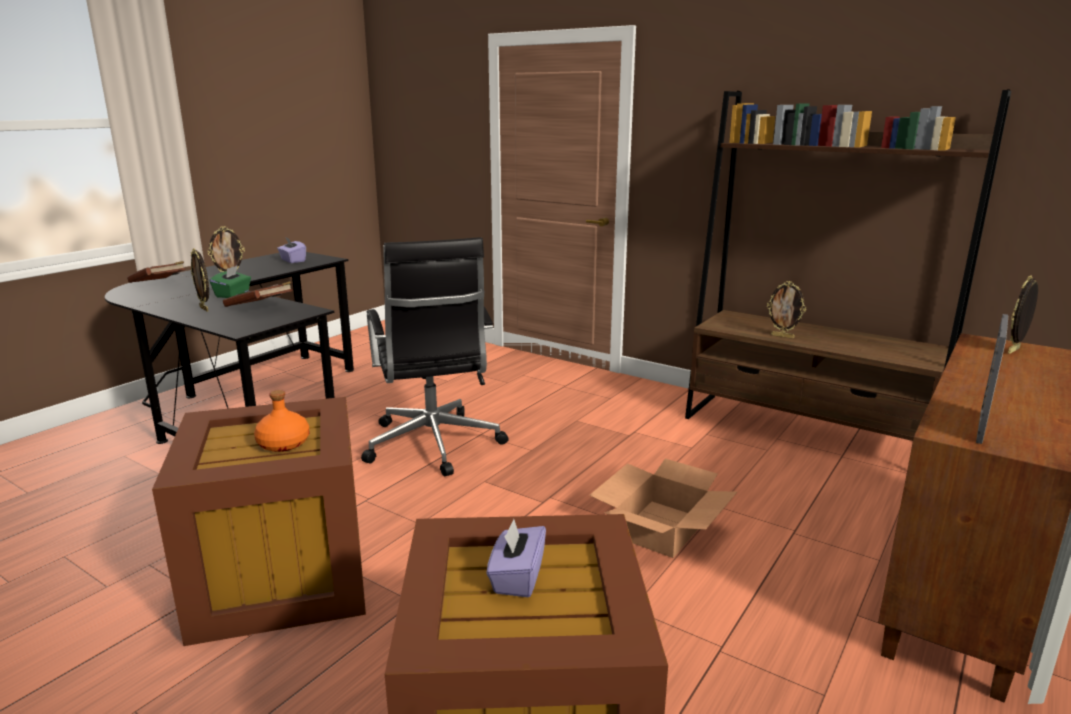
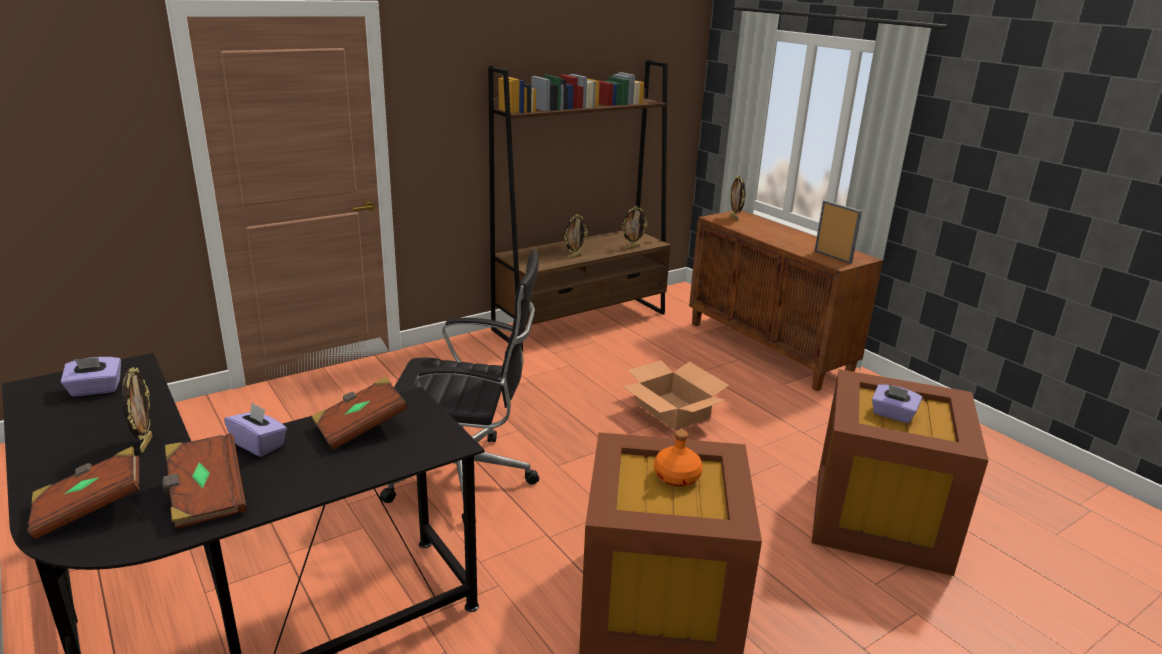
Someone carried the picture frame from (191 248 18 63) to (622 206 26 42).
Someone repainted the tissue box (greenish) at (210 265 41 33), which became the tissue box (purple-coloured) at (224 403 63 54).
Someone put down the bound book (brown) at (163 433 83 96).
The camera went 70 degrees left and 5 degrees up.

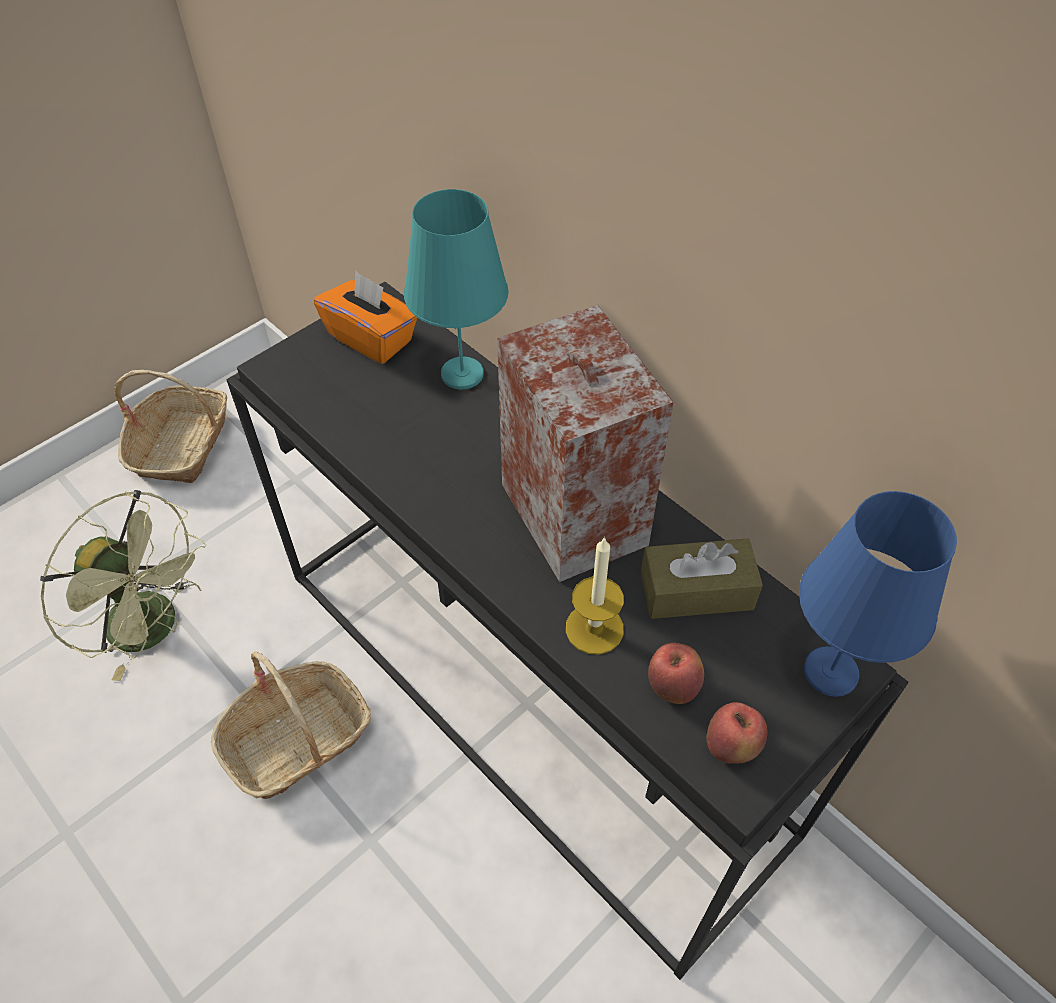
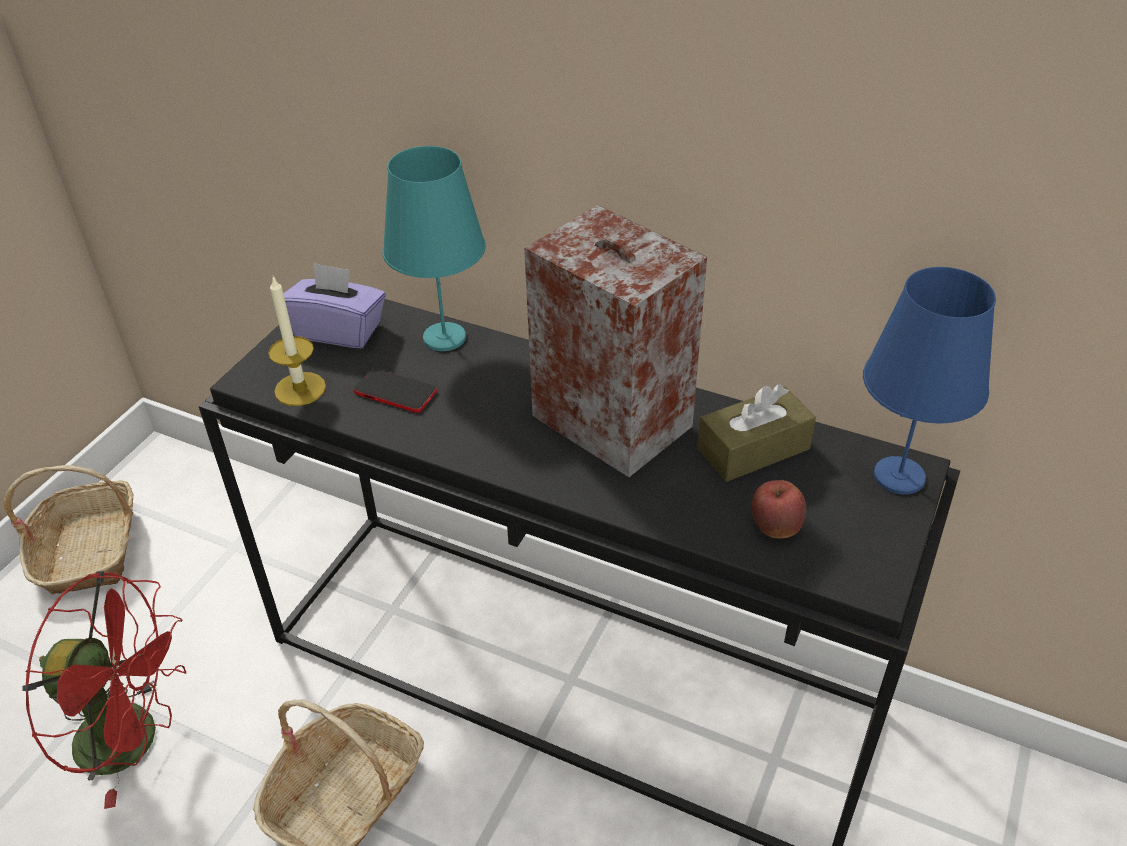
Someone repainted the fan (greenish) at (40 490 166 191), which became the fan (reddish) at (23 571 163 238).
Someone repainted the tissue box (orangey) at (314 271 104 93), which became the tissue box (purple-coloured) at (283 263 103 85).
Someone carried the wax candle from (566 537 58 117) to (268 276 58 130).
Someone took away the apple fruit at (707 702 61 62).
Someone put down the telephone at (354 368 83 45).
The camera went 20 degrees left and 10 degrees down.

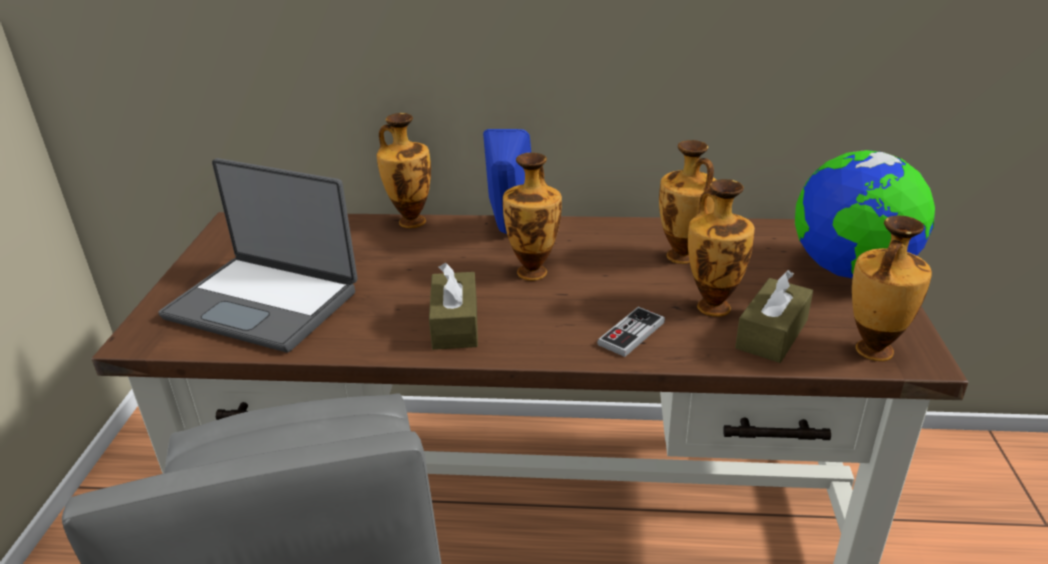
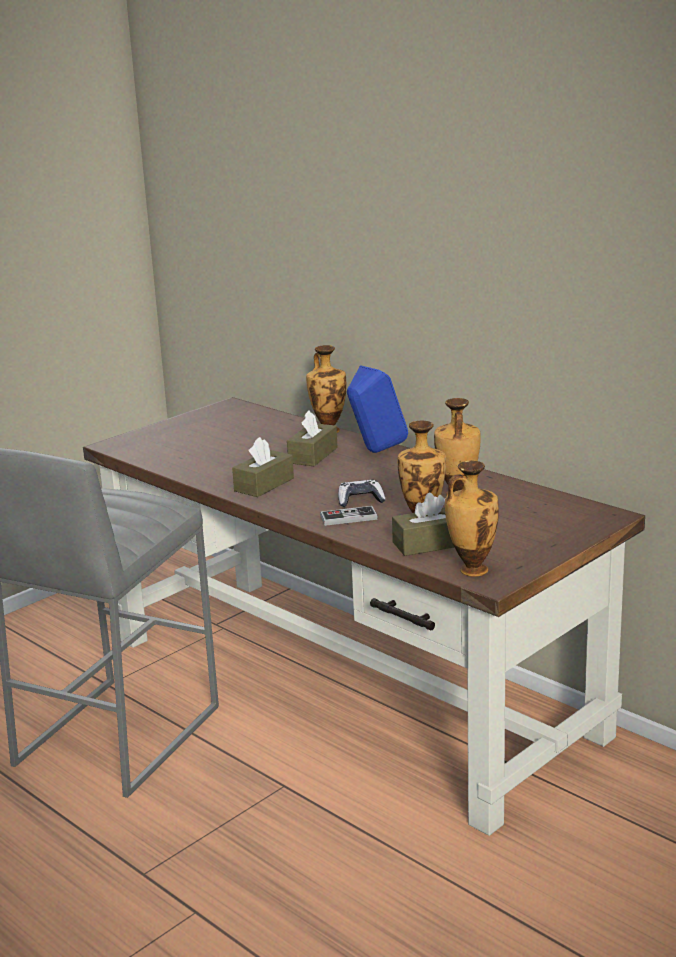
Someone took away the notebook computer at (159 158 199 194).
Someone took away the decorative vase at (503 153 59 128).
Someone took away the world globe at (795 150 140 129).
Someone put down the tissue box (brown) at (287 411 50 55).
Someone put down the joypad at (338 480 48 27).
The camera went 40 degrees right and 10 degrees down.

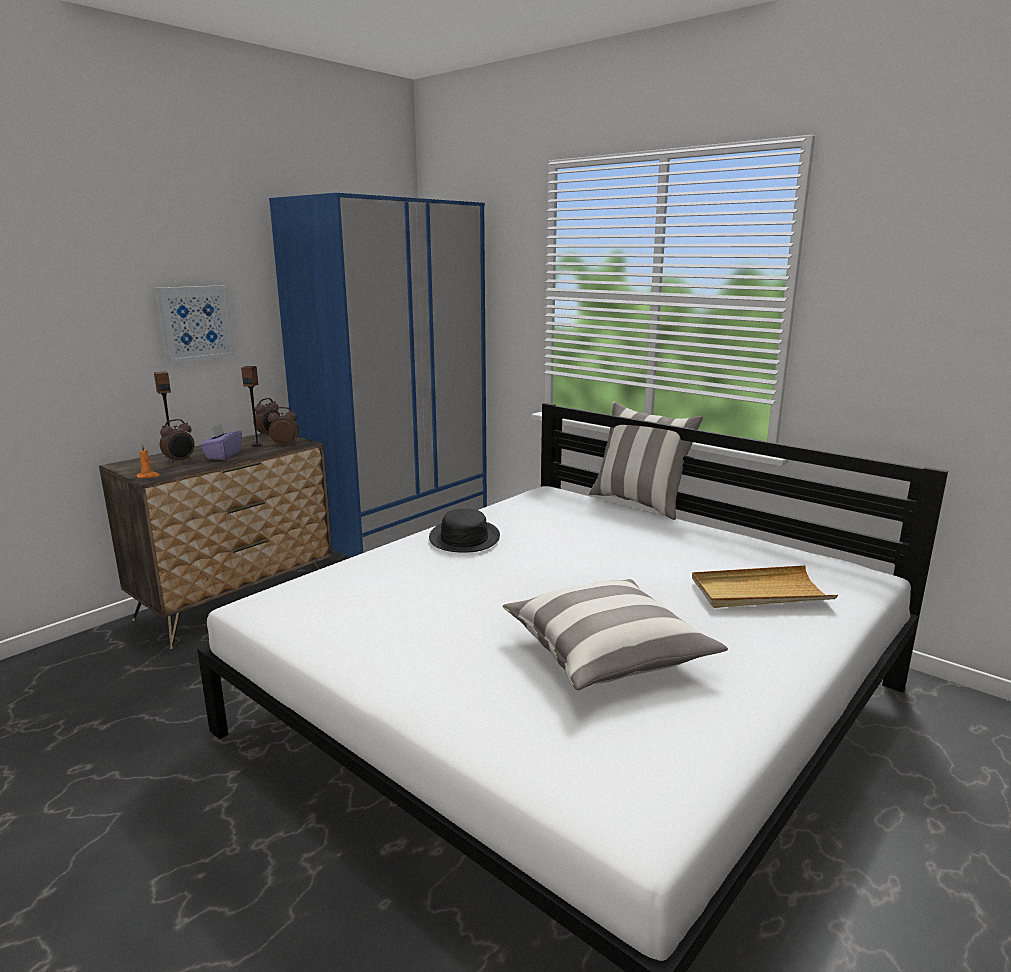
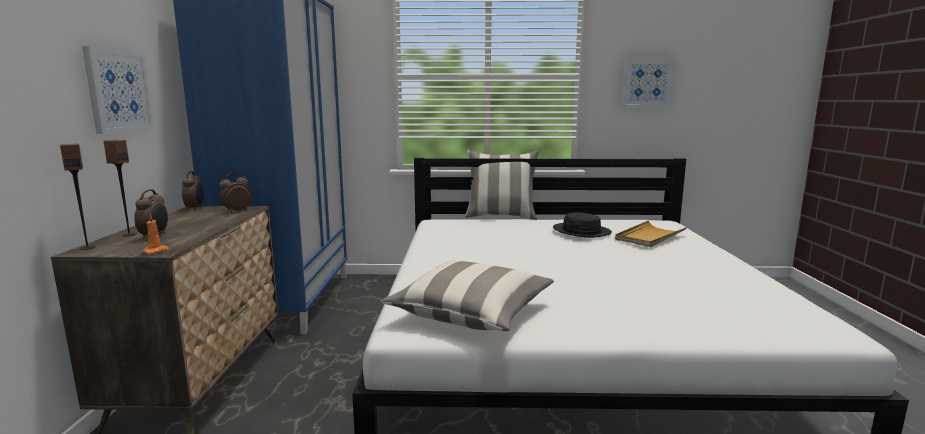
Someone took away the tissue box (purple-coloured) at (200 423 42 37).
Someone carried the audio speaker from (241 366 22 81) to (60 144 36 106).
Someone carried the hat (blackish) from (429 509 71 44) to (553 212 59 26).
Someone carried the cushion from (503 579 225 111) to (381 261 173 70).
Someone put up the picture at (621 57 55 51).
The camera went 40 degrees left and 5 degrees down.

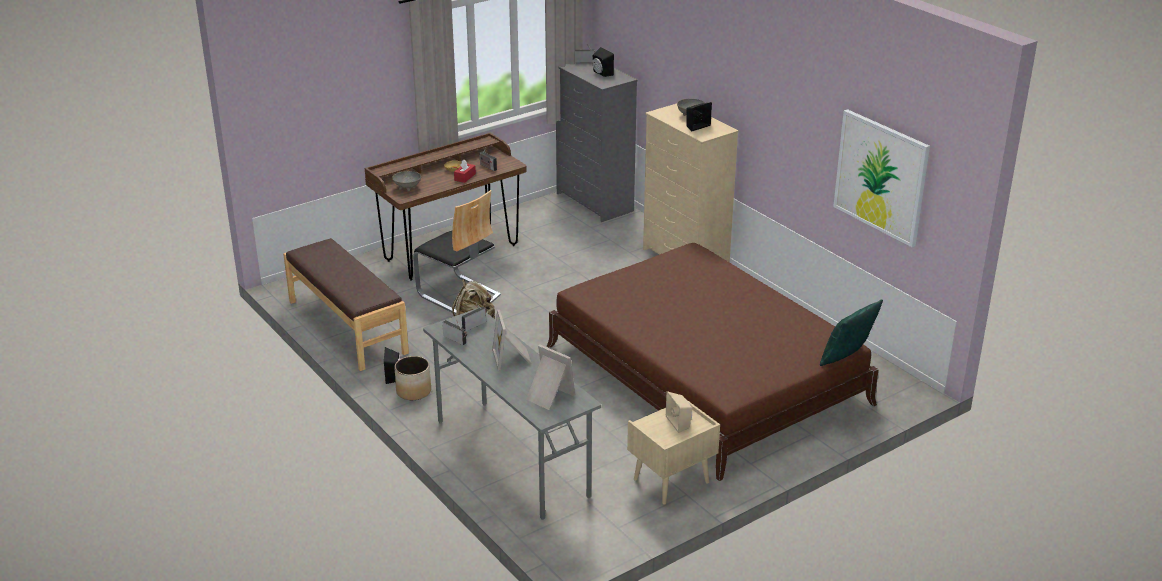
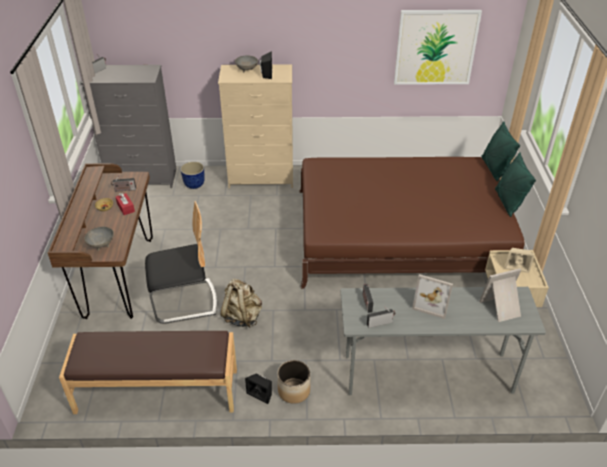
Someone took away the audio speaker (blackish) at (592 47 22 30).
Someone put down the planter at (180 161 25 28).
Someone put down the cushion (greenish) at (495 152 41 65).
The camera went 55 degrees left and 10 degrees up.

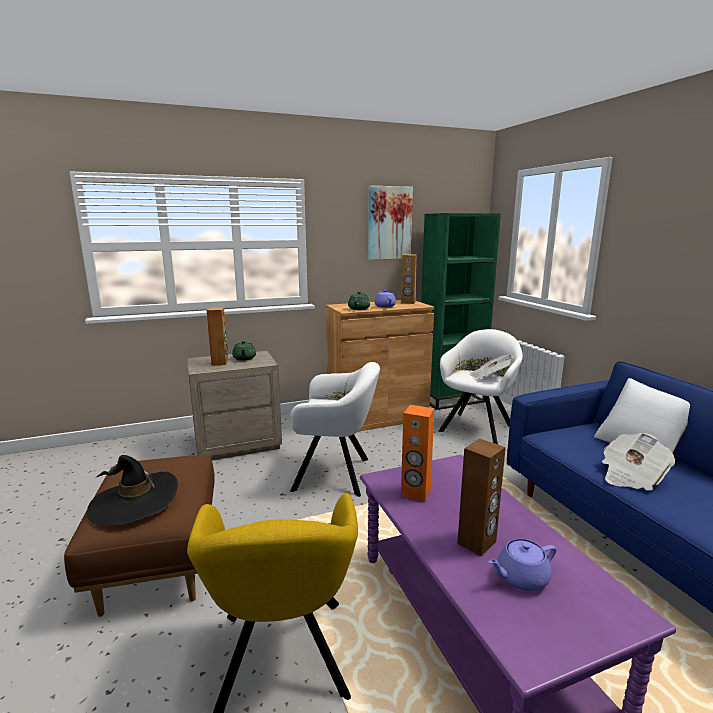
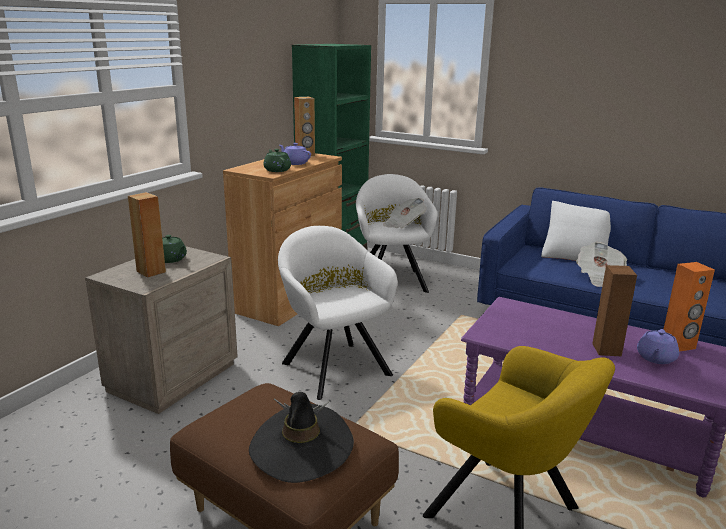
Someone rotated the armchair (white) at (290 362 90 135) by 90 degrees counterclockwise.
Someone took away the picture at (368 185 45 75).
Someone carried the audio speaker (orangey) from (401 405 33 97) to (664 262 51 90).
The camera went 40 degrees left and 5 degrees up.

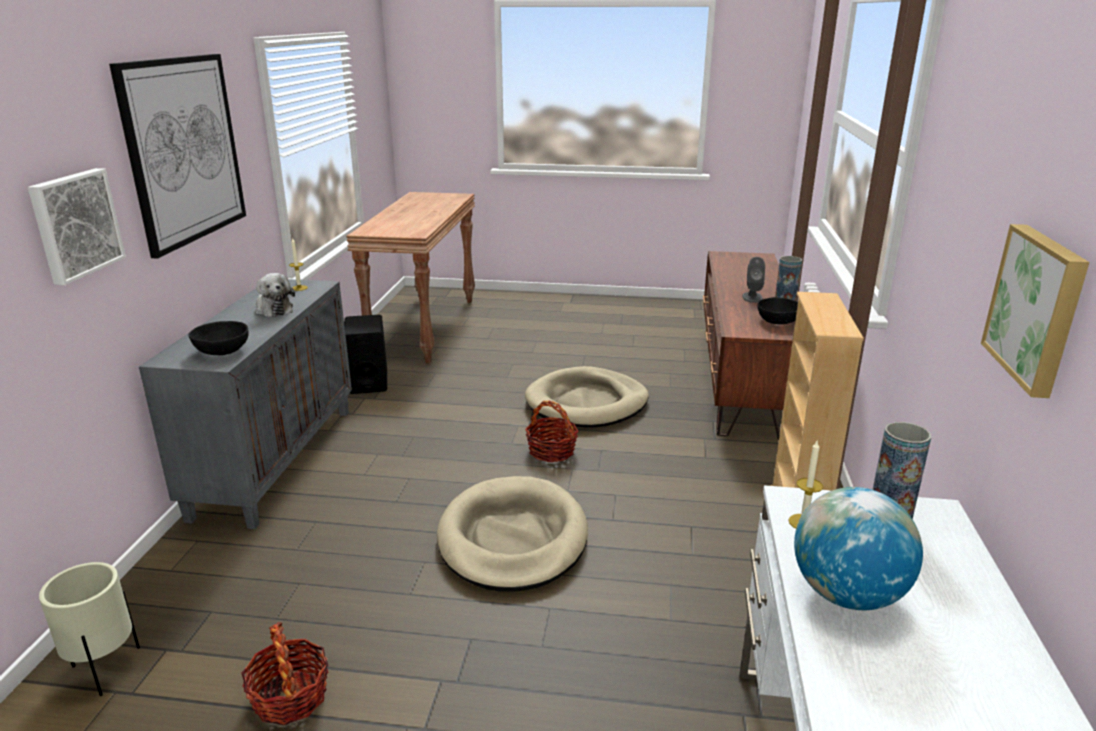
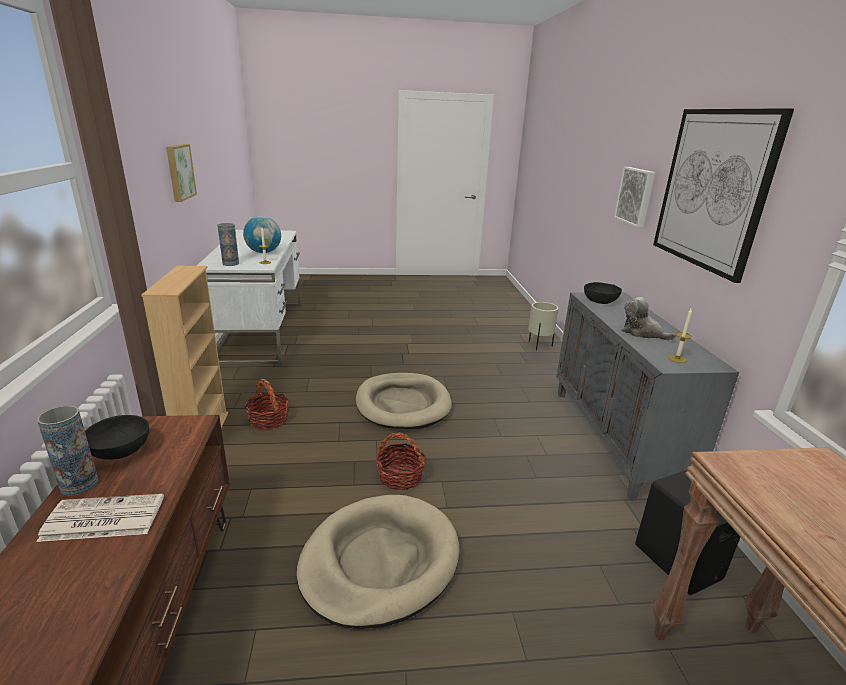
Someone carried the household basket from (242 622 86 103) to (244 379 45 51).
Someone swapped the audio speaker (grey) at (742 257 23 46) for the newspaper at (37 494 127 48).
The camera went 165 degrees right and 0 degrees up.

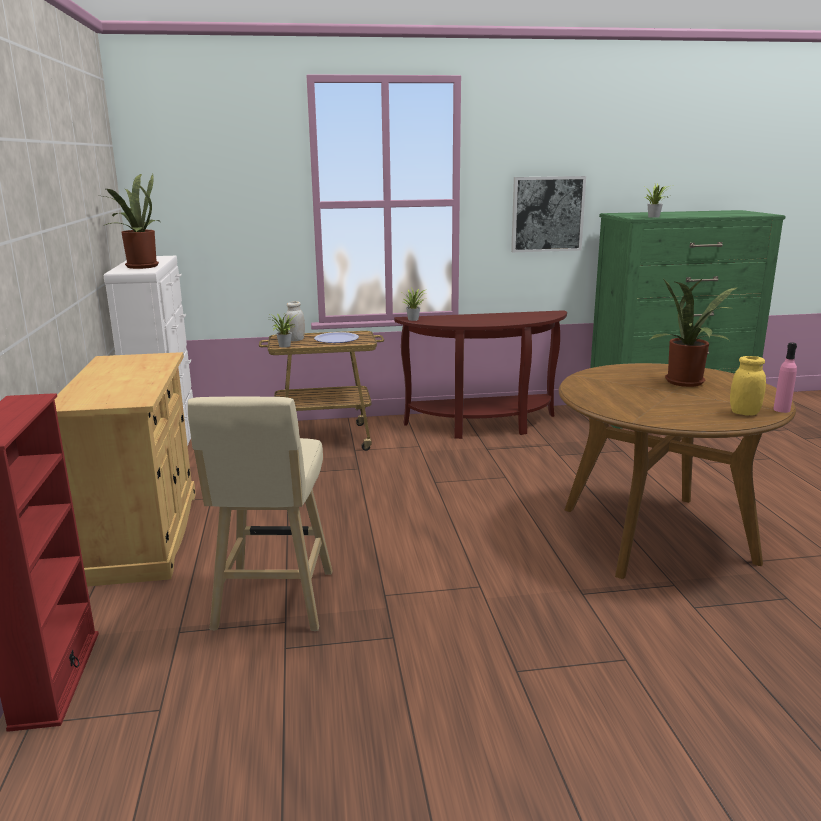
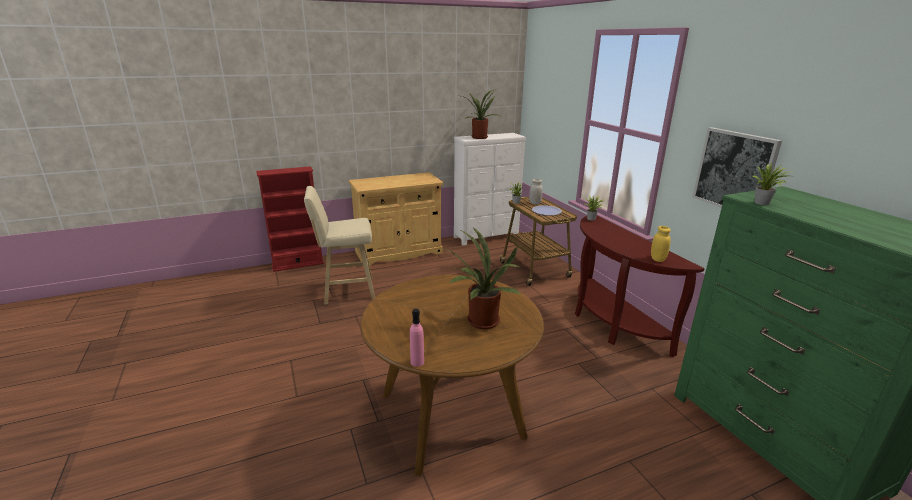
Someone carried the preserve jar (yellowish) from (730 356 36 60) to (651 226 20 36).
The camera went 75 degrees right and 5 degrees up.

